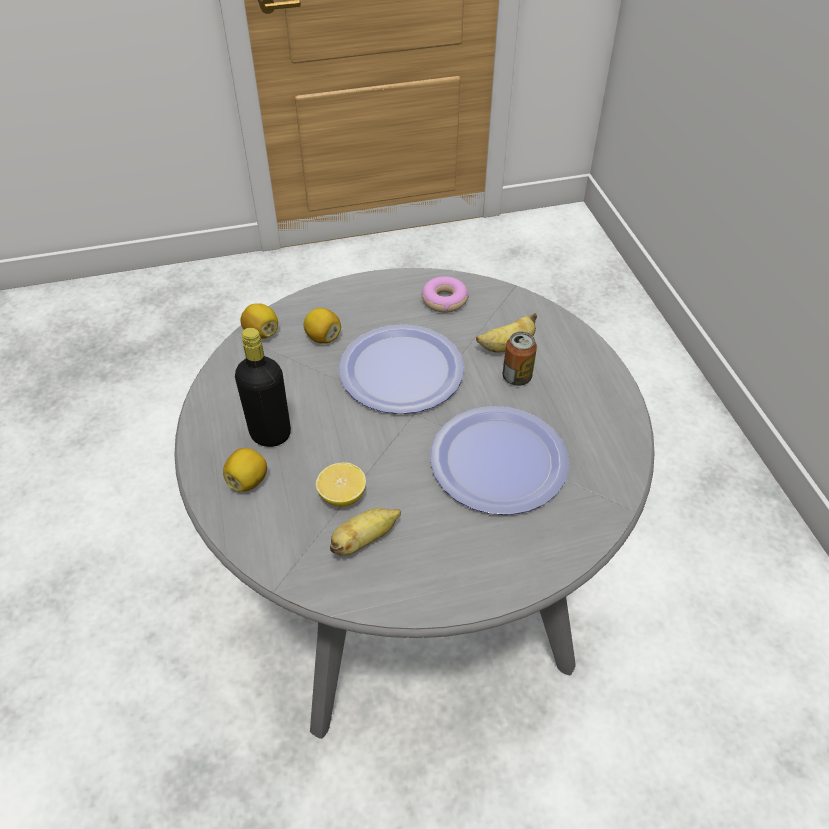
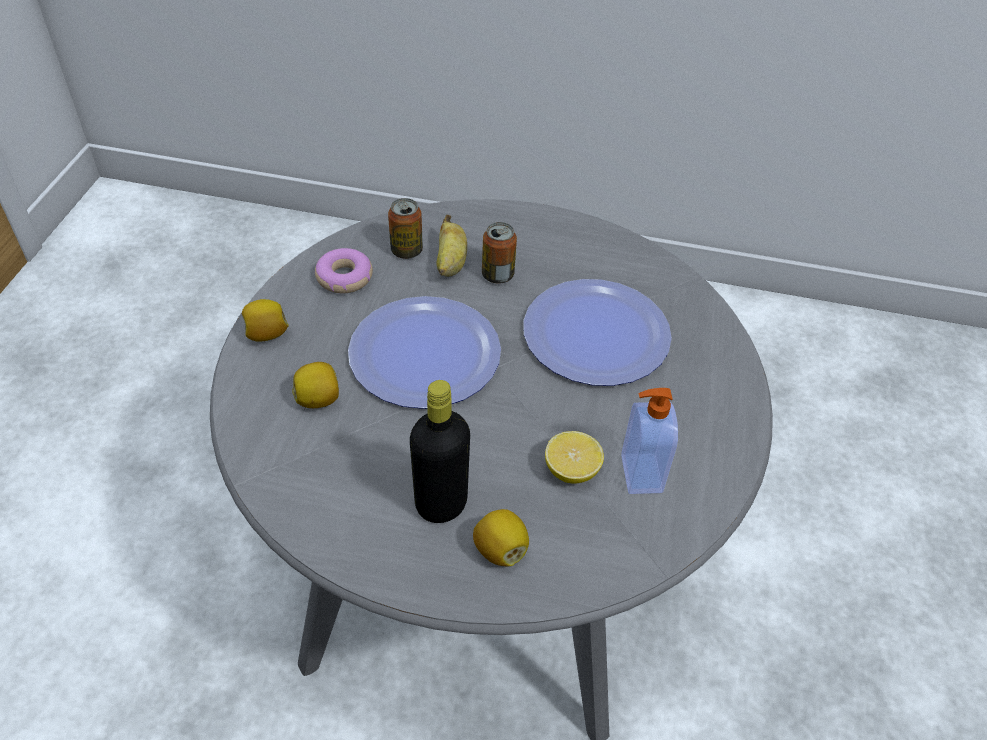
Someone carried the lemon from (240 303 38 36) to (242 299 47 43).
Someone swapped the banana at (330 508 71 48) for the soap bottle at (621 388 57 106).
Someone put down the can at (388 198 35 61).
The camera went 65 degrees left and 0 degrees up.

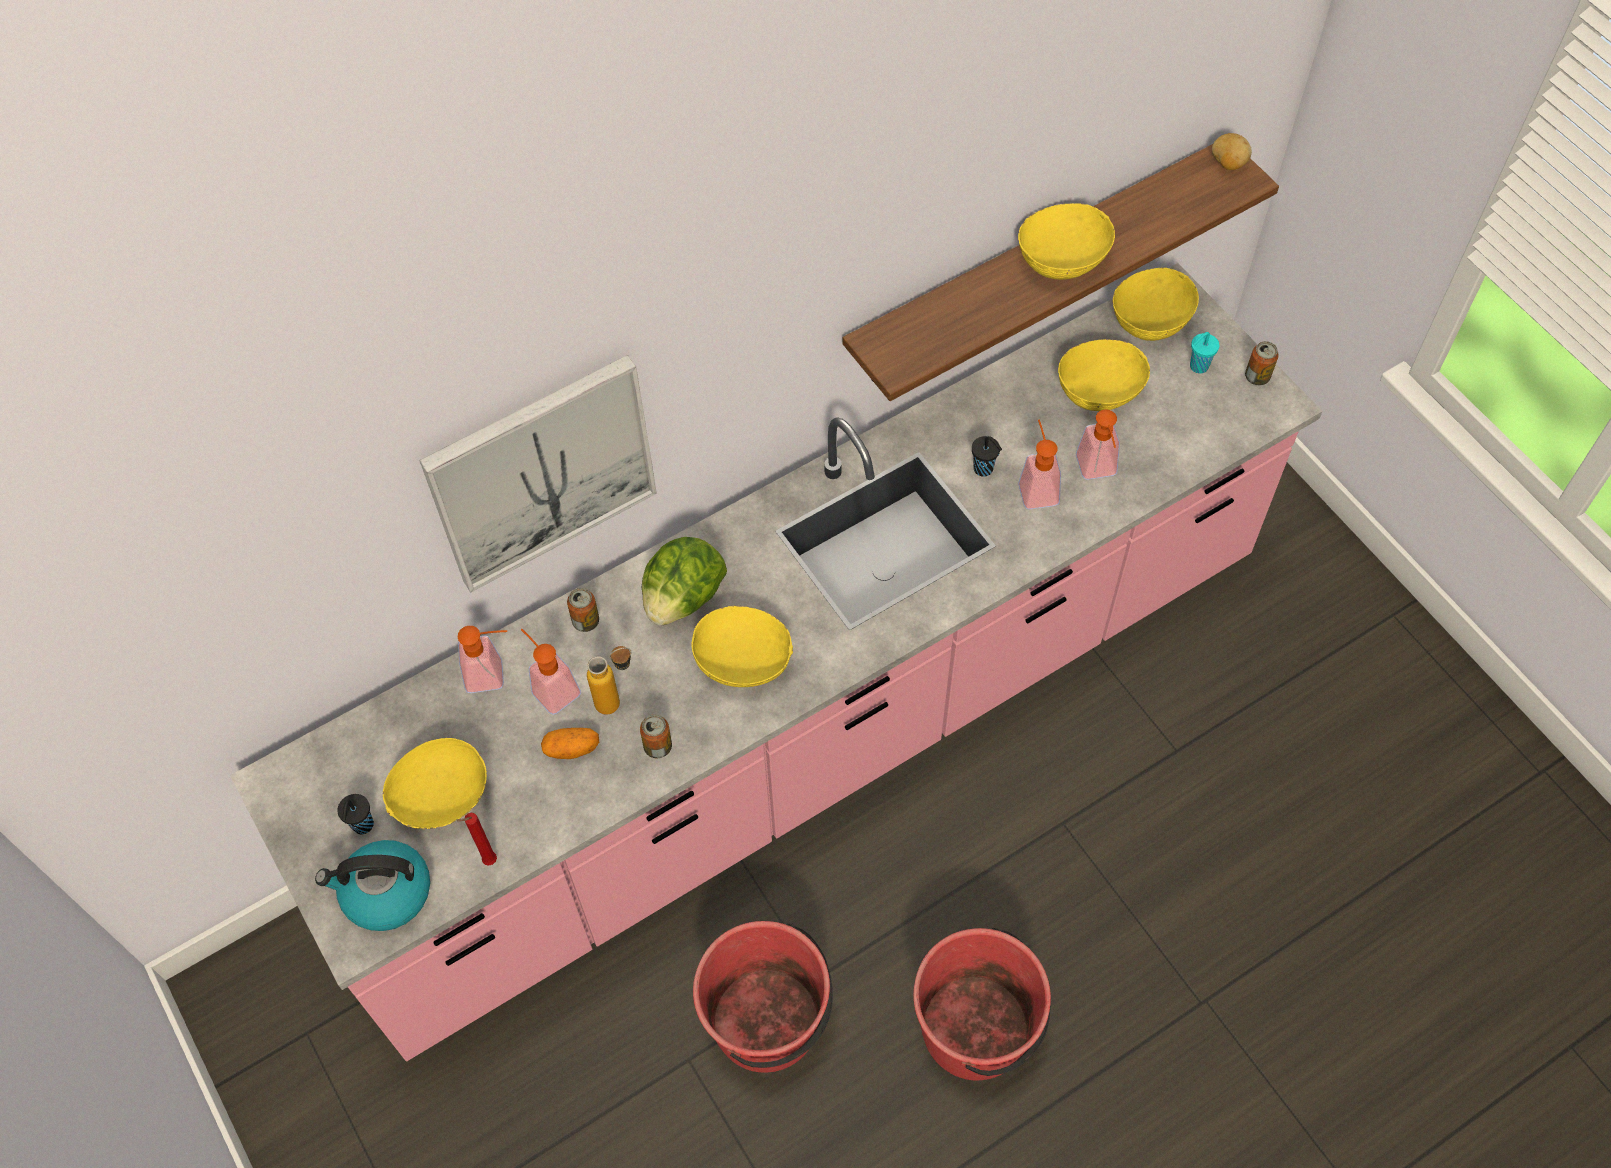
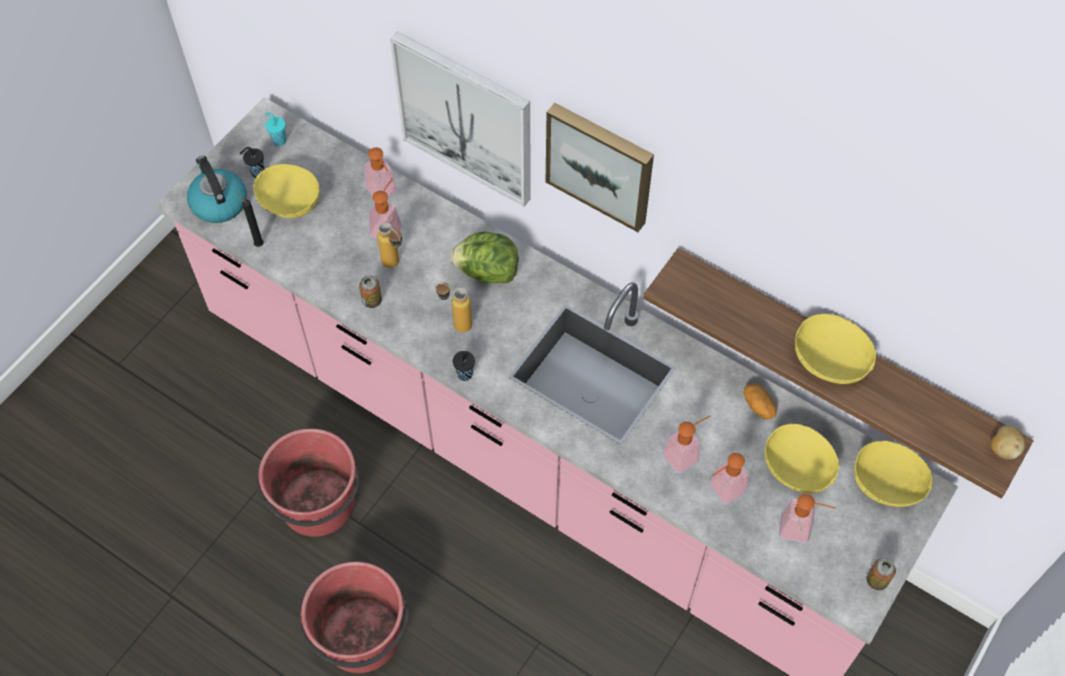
Someone repainted the wax candle (reddish) at (457 813 40 53), which became the wax candle (blackish) at (238 195 26 52).
Someone carried the whole potato from (541 728 58 31) to (744 384 33 35).
Someone took away the can at (567 588 32 44).
Someone swapped the bowl (yellowish) at (691 605 102 82) for the beverage bottle at (435 282 37 51).
Someone carried the drinking cup (blackish) from (972 436 30 41) to (453 351 22 30).
Someone carried the drinking cup (turquoise-coloured) from (1190 332 30 41) to (265 113 21 33).
Someone put up the picture at (546 103 108 129).
Someone put down the soap bottle at (779 494 57 49).
The camera went 65 degrees right and 0 degrees up.

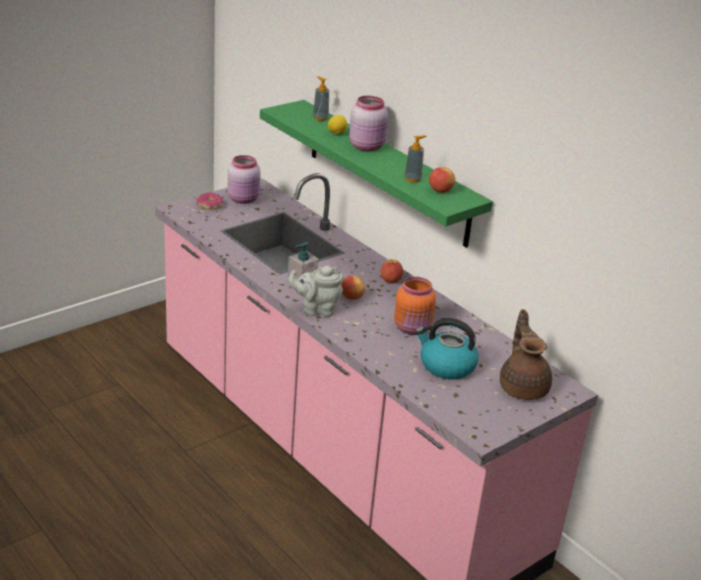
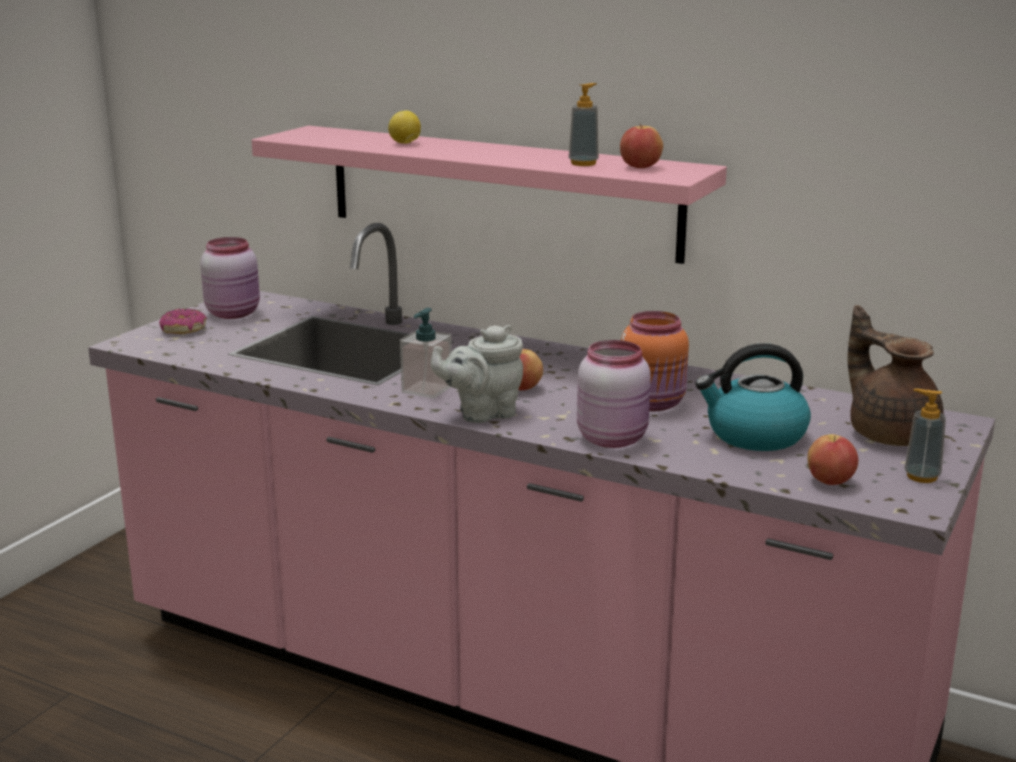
Someone repainted the bracket shelf (greenish) at (260 100 233 148), which became the bracket shelf (pink-coloured) at (252 126 475 138).
Someone carried the soap bottle from (313 76 16 45) to (904 389 42 94).
Someone carried the preserve jar (pink-coloured) from (349 96 39 55) to (577 340 74 108).
Someone carried the apple fruit from (381 259 22 24) to (807 434 51 51).
The camera went 20 degrees left and 10 degrees down.

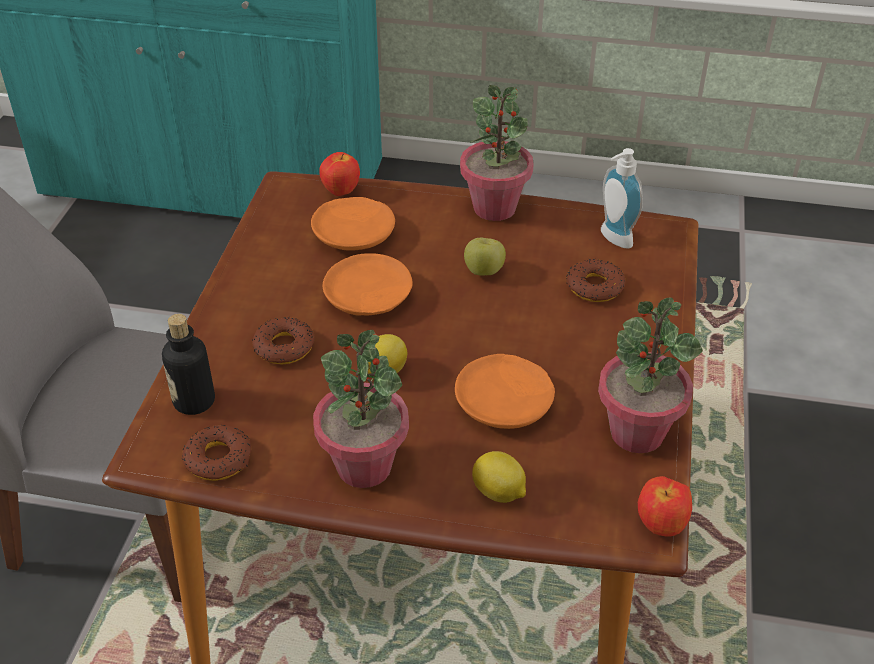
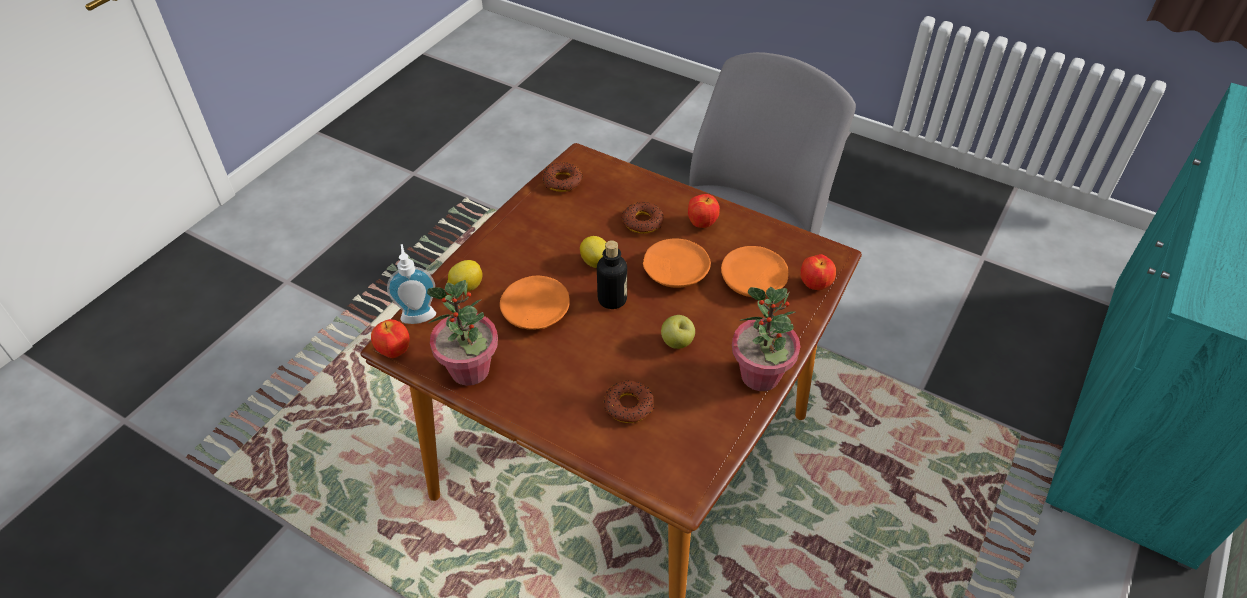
Someone carried the beverage bottle from (162 314 53 101) to (597 240 30 69).
Someone took away the potted plant at (313 330 96 158).
Someone carried the soap bottle from (601 148 42 101) to (387 244 49 80).
Someone put down the apple fruit at (688 194 32 34).
The camera went 110 degrees right and 5 degrees up.

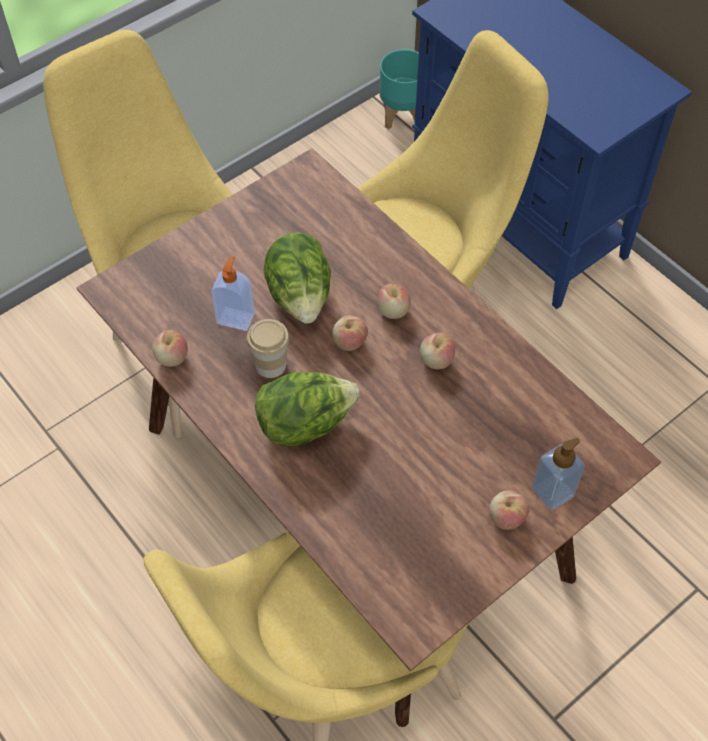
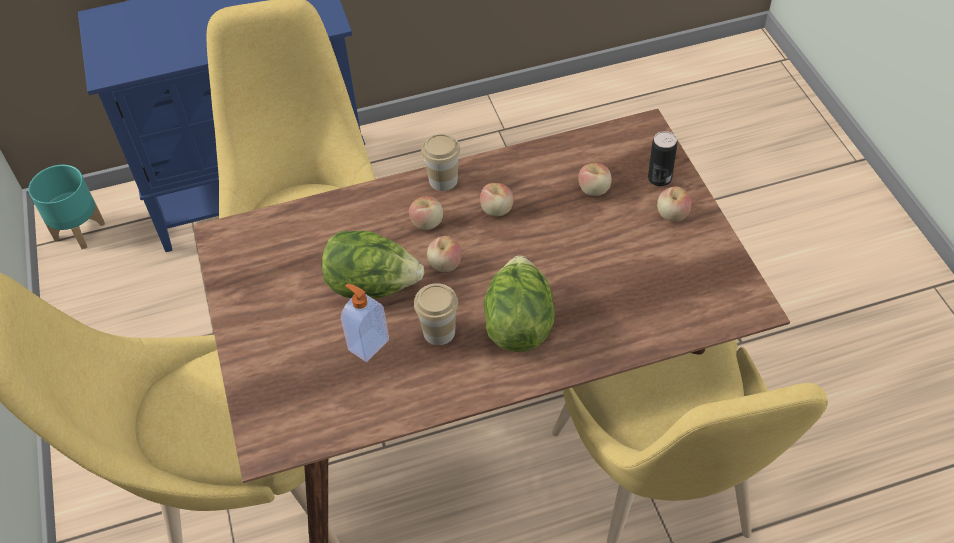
Someone carried the apple fruit from (152 330 36 37) to (578 163 34 33).
Someone swapped the soap bottle at (532 438 53 72) for the can at (648 131 29 55).
Someone put down the drinking cup at (421 133 39 58).
The camera went 65 degrees left and 5 degrees down.

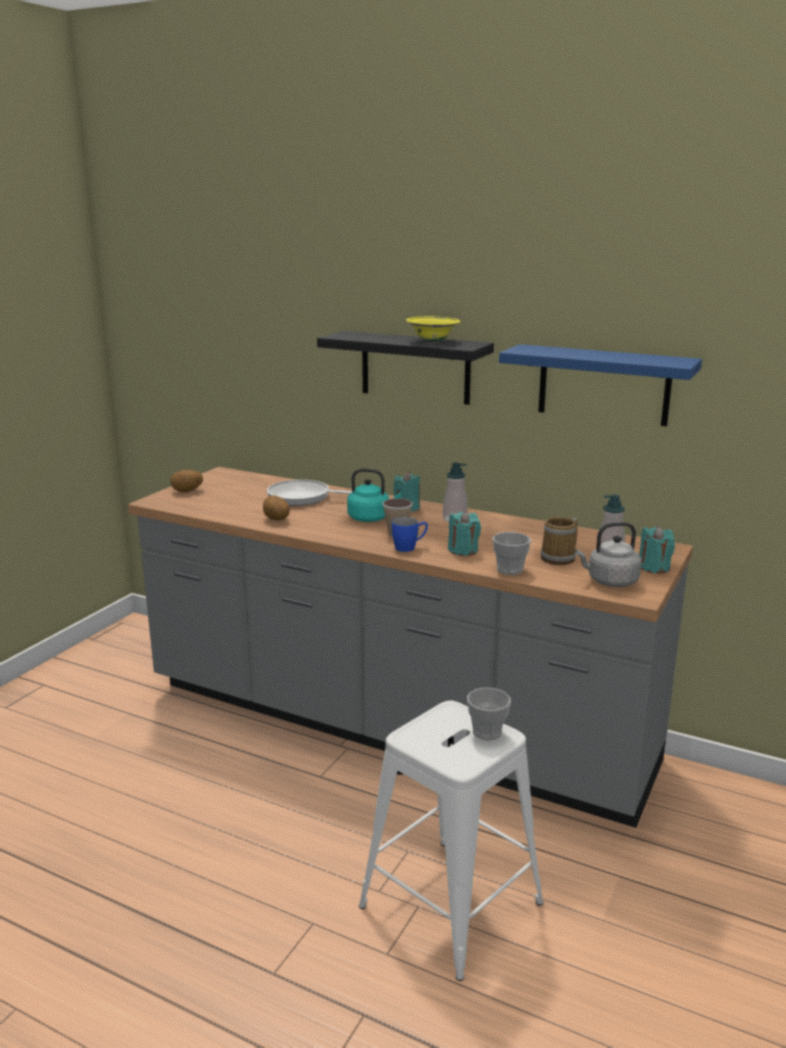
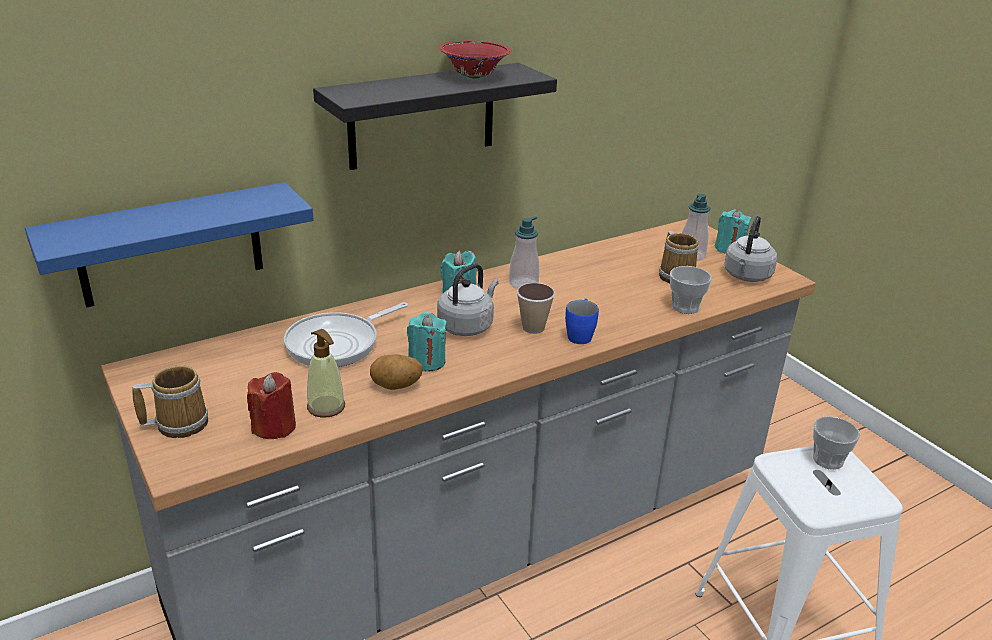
Someone swapped the whole potato at (170 470 33 22) for the coffee mug at (132 366 76 72).
Someone repainted the water kettle (turquoise-coloured) at (347 468 54 54), which became the water kettle (grey) at (437 263 62 73).
Someone repainted the bowl (yellowish) at (406 316 54 26), which became the bowl (reddish) at (439 40 72 38).
Someone carried the wax candle (turquoise-coloured) from (448 510 33 46) to (407 312 40 60).
Someone carried the bracket shelf (blue-coloured) from (499 344 203 82) to (25 182 289 126).
Someone put down the wax candle (reddish) at (247 372 49 67).
Someone put down the soap bottle at (307 329 38 89).
The camera went 60 degrees left and 10 degrees up.

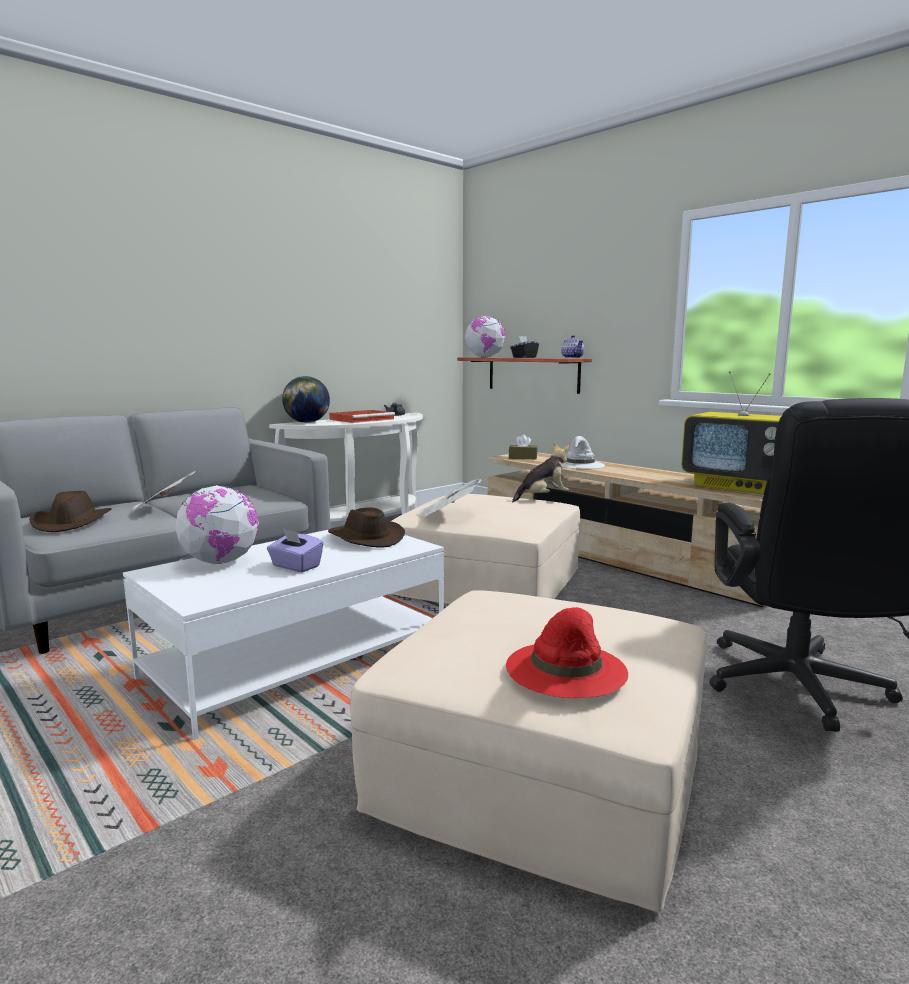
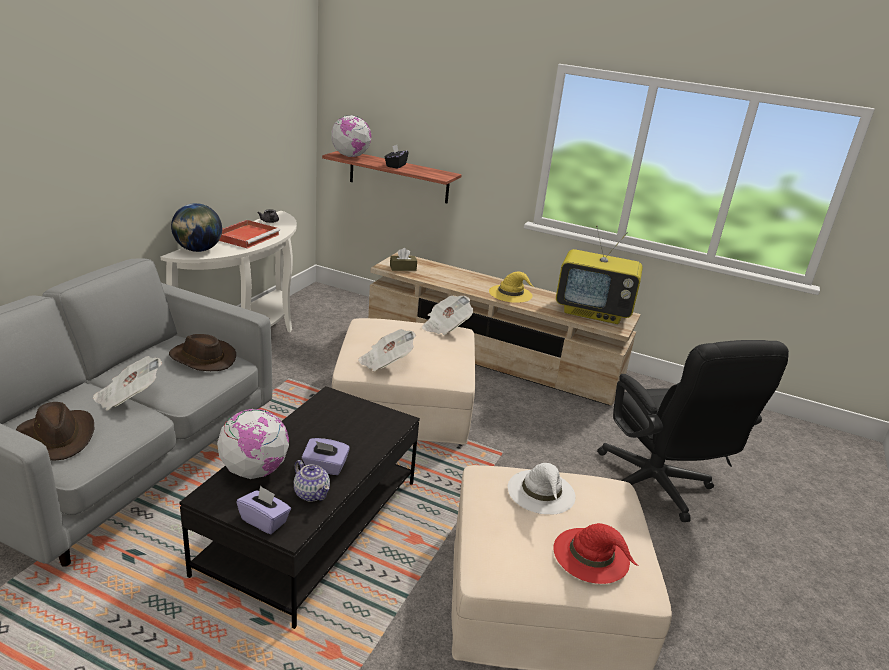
Someone repainted the low table (white) at (123 530 321 210), which became the low table (blackish) at (179 386 241 243).
Someone carried the hat (brown) from (328 507 77 41) to (169 334 67 37).
Someone swapped the plush toy at (512 443 57 59) for the newspaper at (422 296 51 39).
Someone carried the tea pot from (561 335 23 23) to (294 460 36 42).
Someone carried the hat (white) from (563 436 42 33) to (508 463 68 52).
Someone put down the tissue box (purple-coloured) at (236 486 55 48).
Someone put down the hat (yellowish) at (489 272 45 31).
The camera went 25 degrees left and 15 degrees up.

